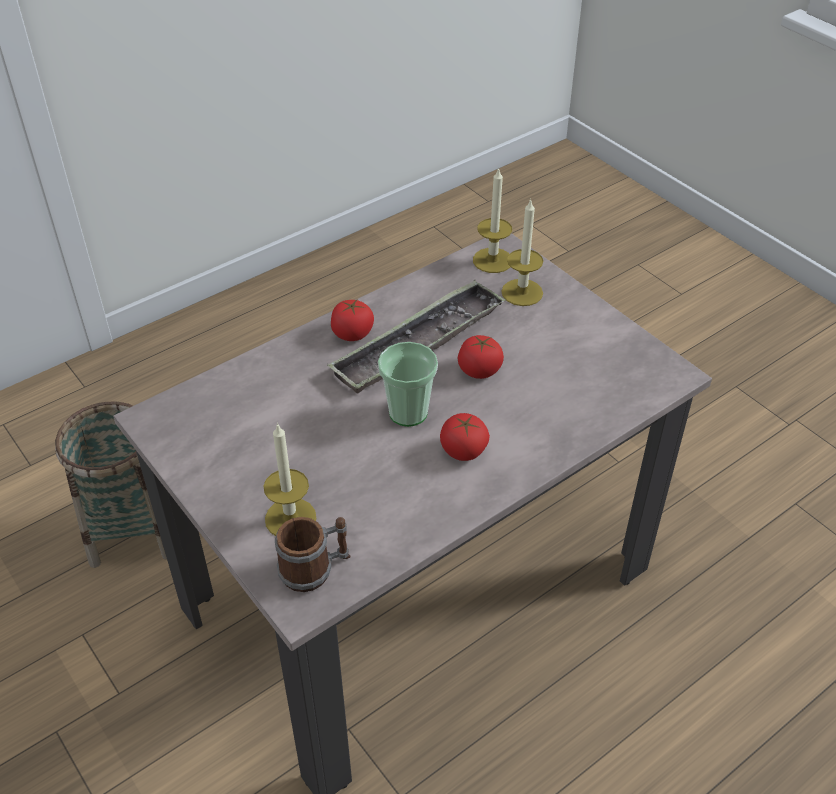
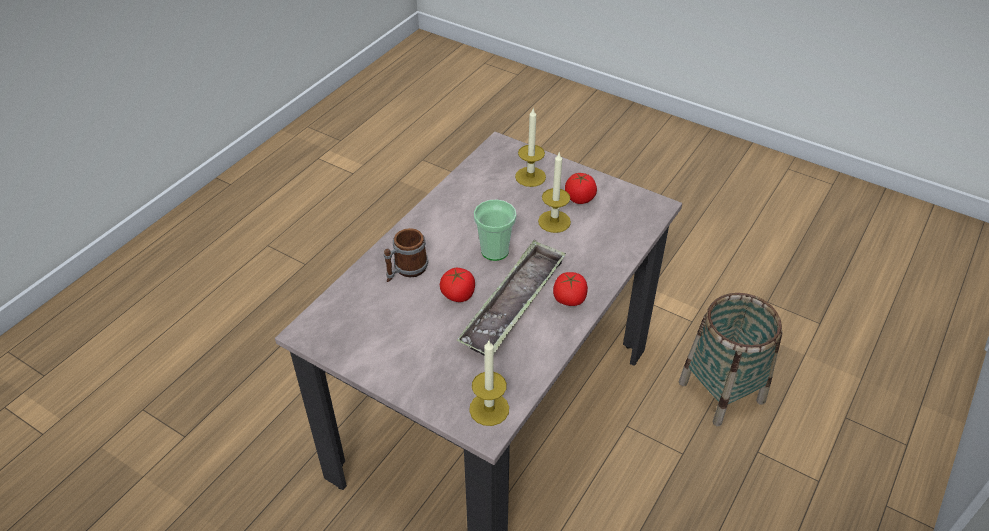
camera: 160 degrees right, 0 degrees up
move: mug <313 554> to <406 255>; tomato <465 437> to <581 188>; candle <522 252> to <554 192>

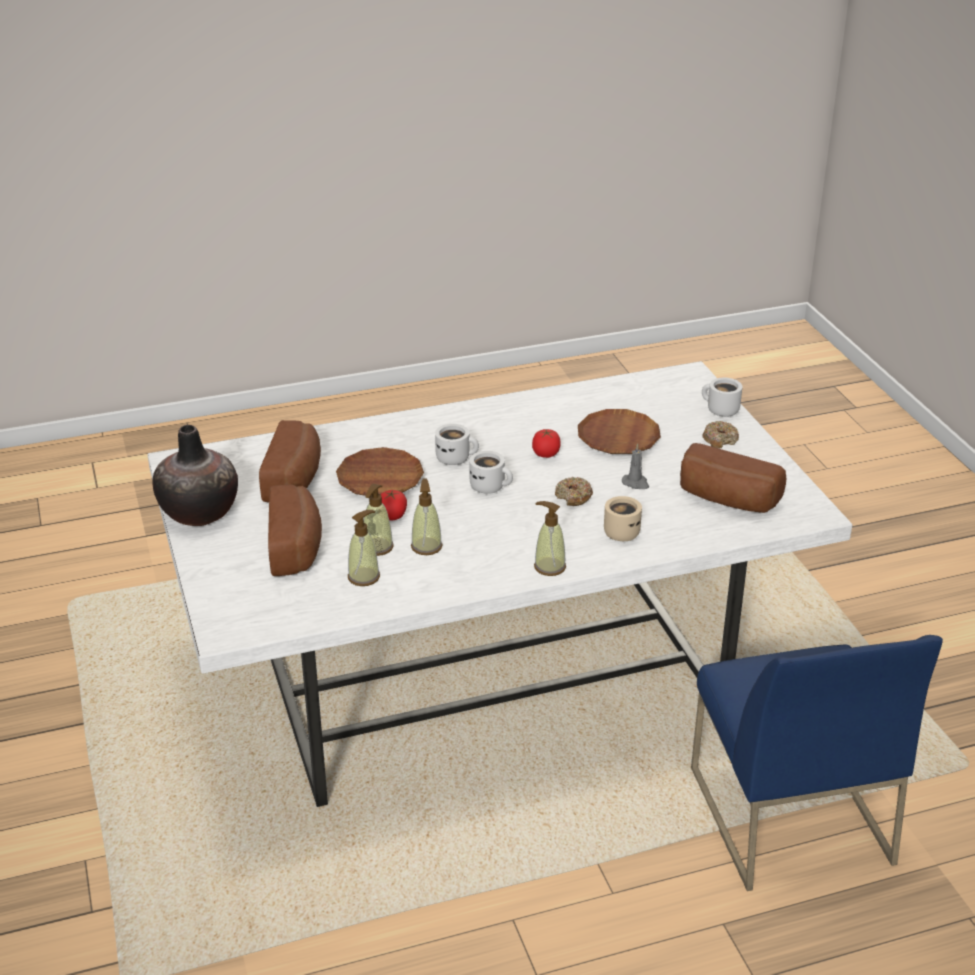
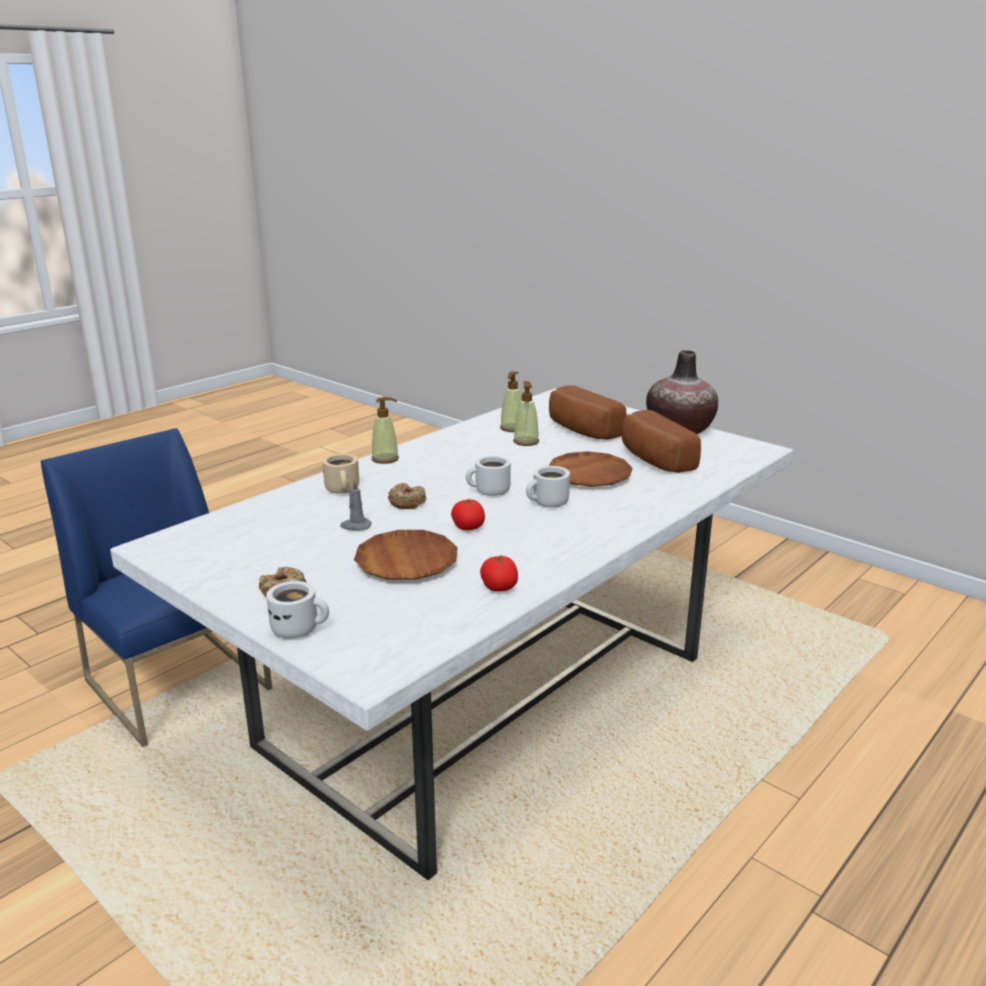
camera: 150 degrees right, 10 degrees down
delete: soap_dispenser <427 516>; bread <733 478>
move: tomato <394 505> to <499 573>

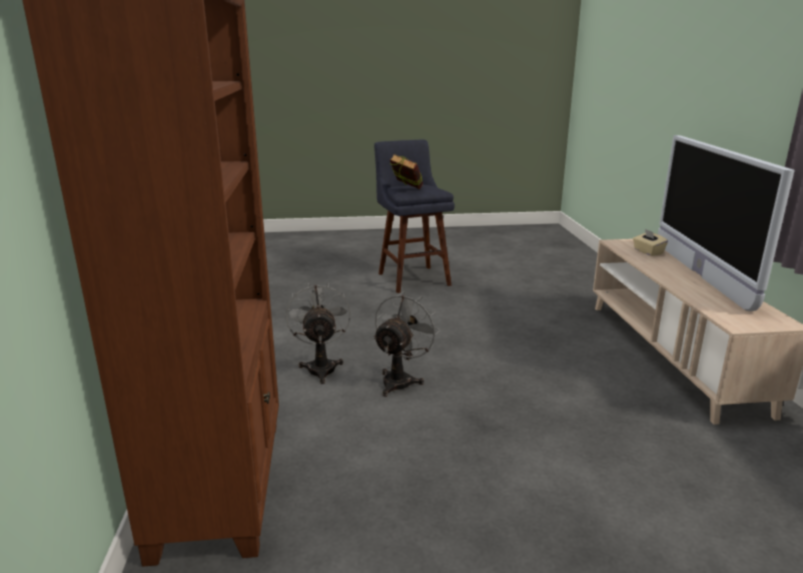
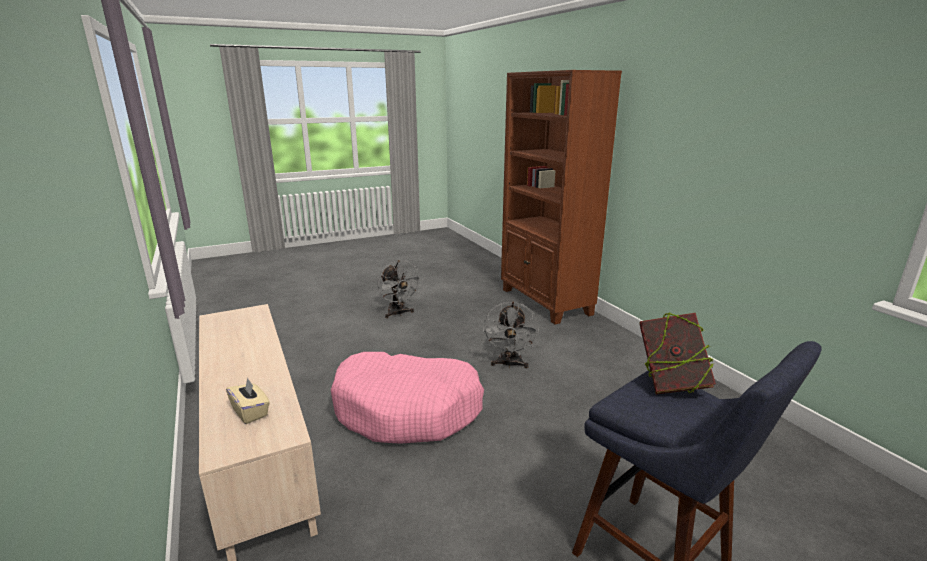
camera: 160 degrees right, 0 degrees up
delete: television <726 223>
insert: pink_dog_bed <407 398>
move: grey_fan <318 333> to <400 289>

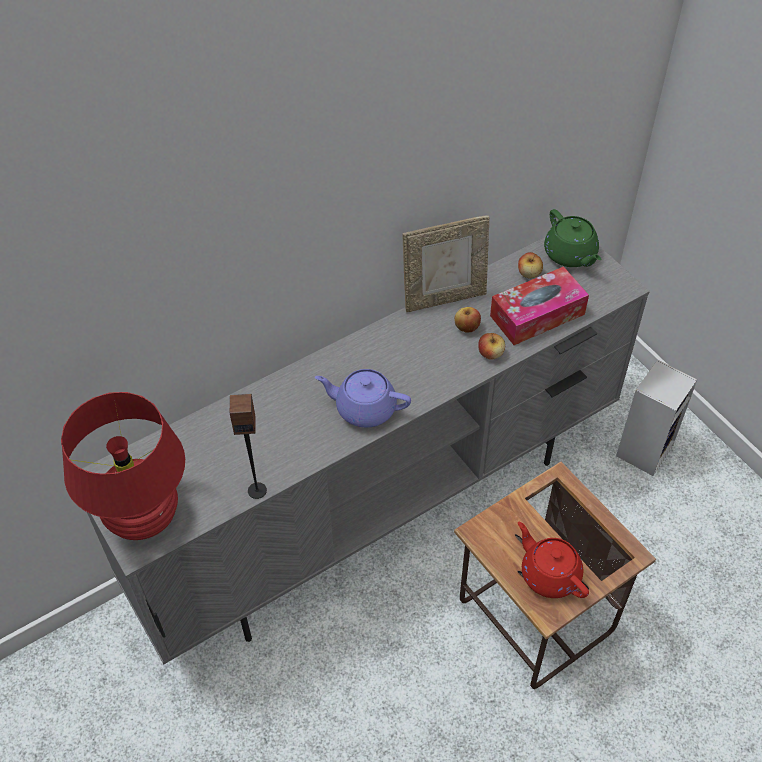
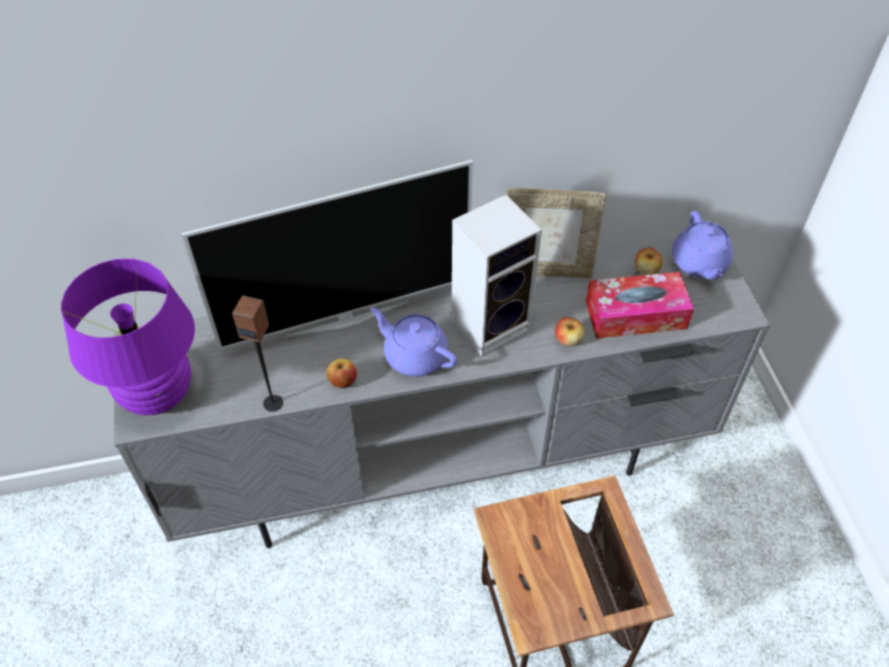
camera: 20 degrees right, 0 degrees up
delete: red_teapot <553 560>
insert: television <327 255>
move: apple <467 319> to <342 373>; speaker <657 418> to <496 275>
recolor: red_table_lamp <123 466> to purple_table_lamp <128 337>; green_teapot <572 238> to purple_teapot <702 245>

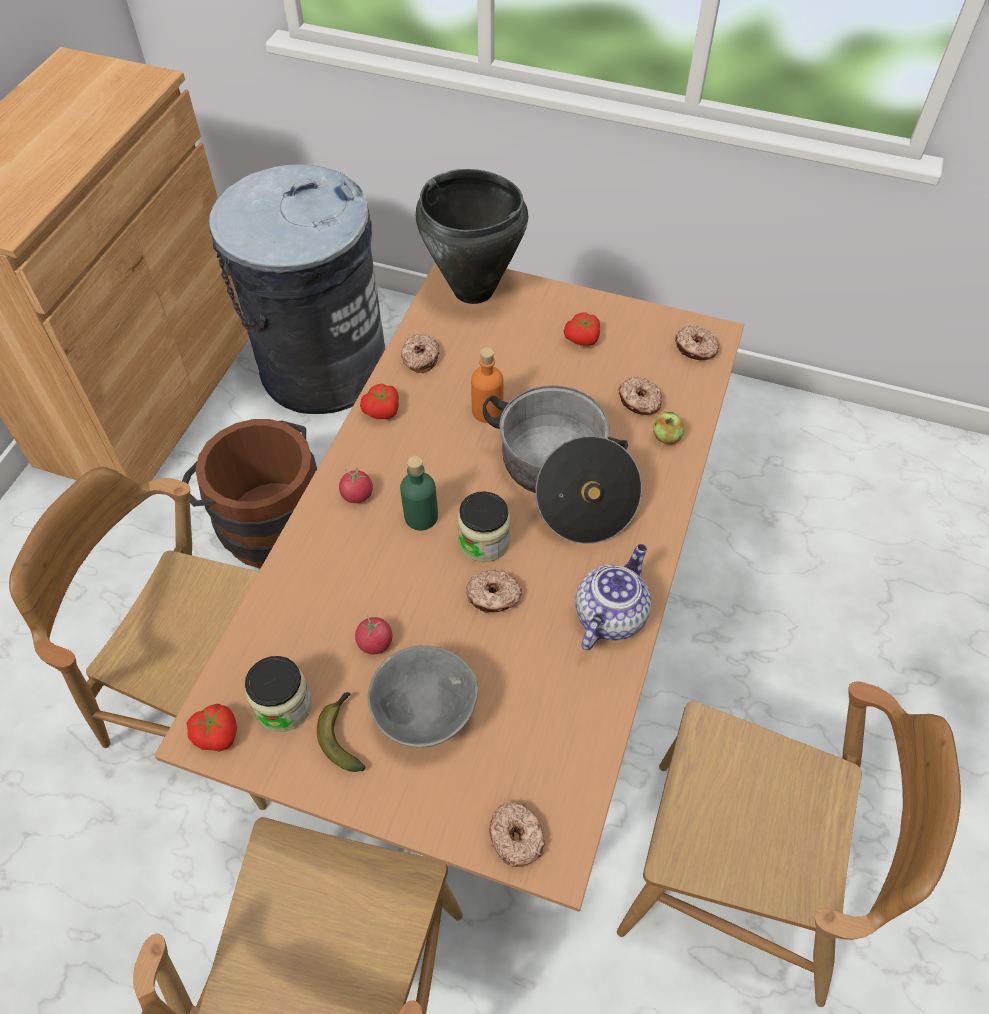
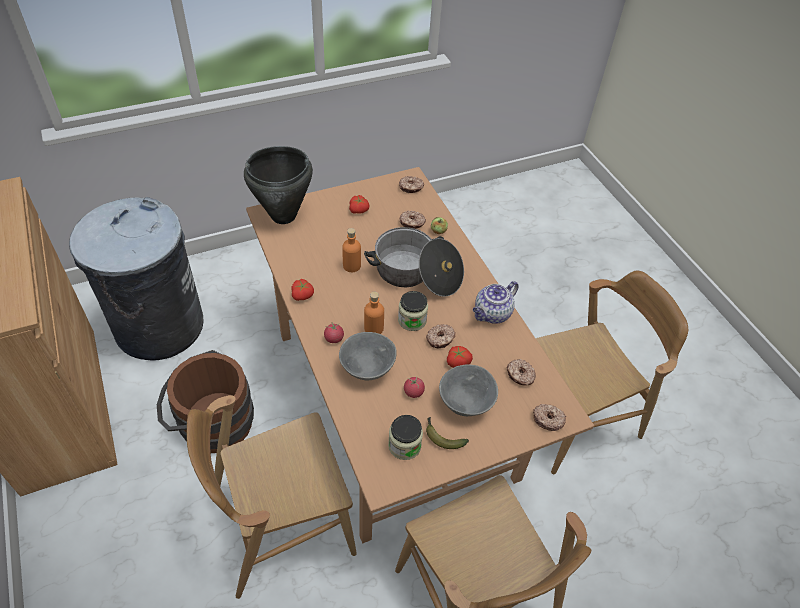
camera: 45 degrees left, 5 degrees down
insert: grey_bowl <368 356>
move: tomato <211 728> to <460 357>; donut <420 353> to <521 372>
recolor: green_bottle <419 493> to orange_bottle <374 312>
rotate: teapot <613 597> = <496 302> 120 degrees counterclockwise

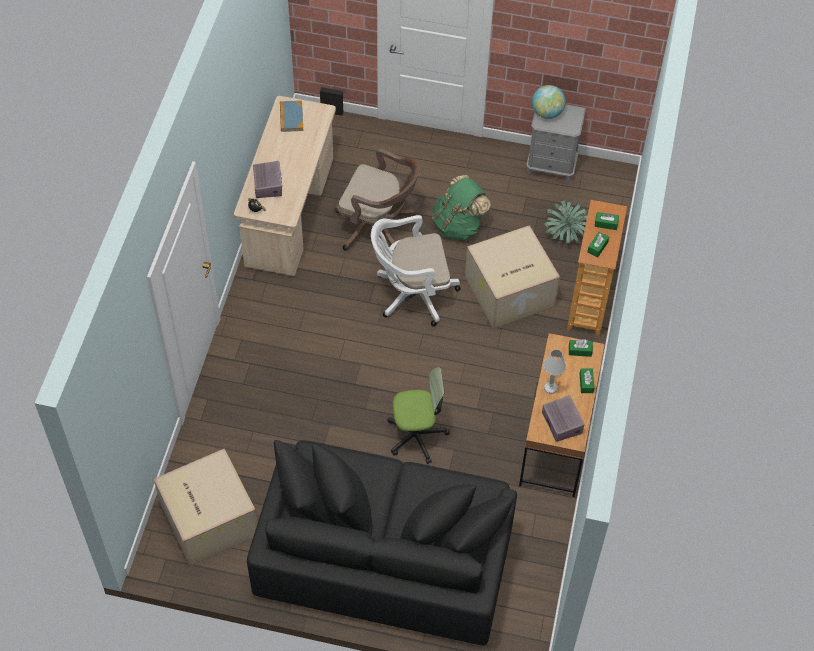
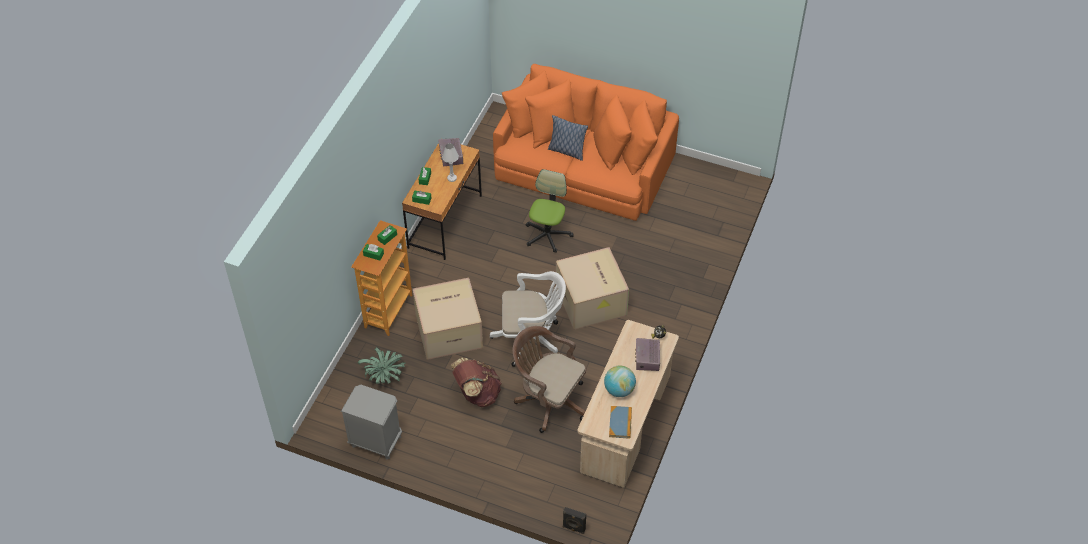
camera: 170 degrees left, 5 degrees down
insert: pillow <568 138>
move: cardboard_box <206 507> to <592 288>; globe <549 102> to <620 381>
recolor: black_sofa <382 542> to orange_sofa <586 142>; green_backpack <461 207> to brown_backpack <476 382>
rotate: office_chair <418 415> = <549 210> 105 degrees clockwise

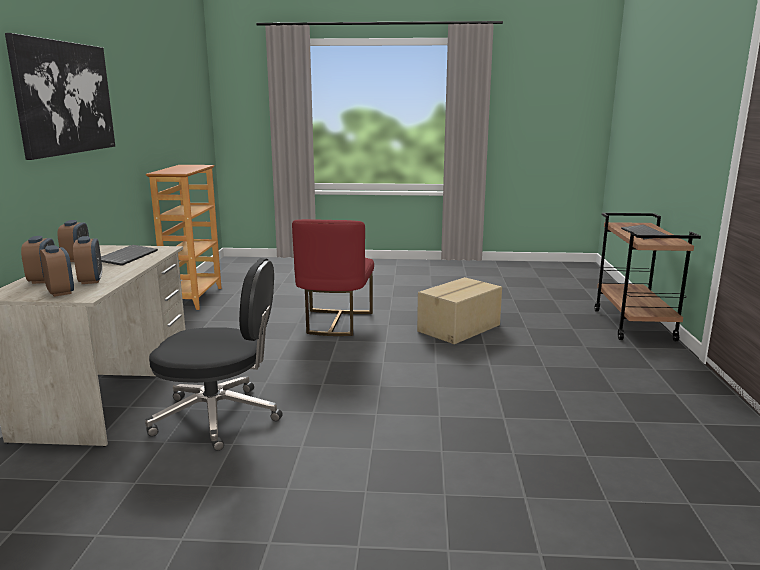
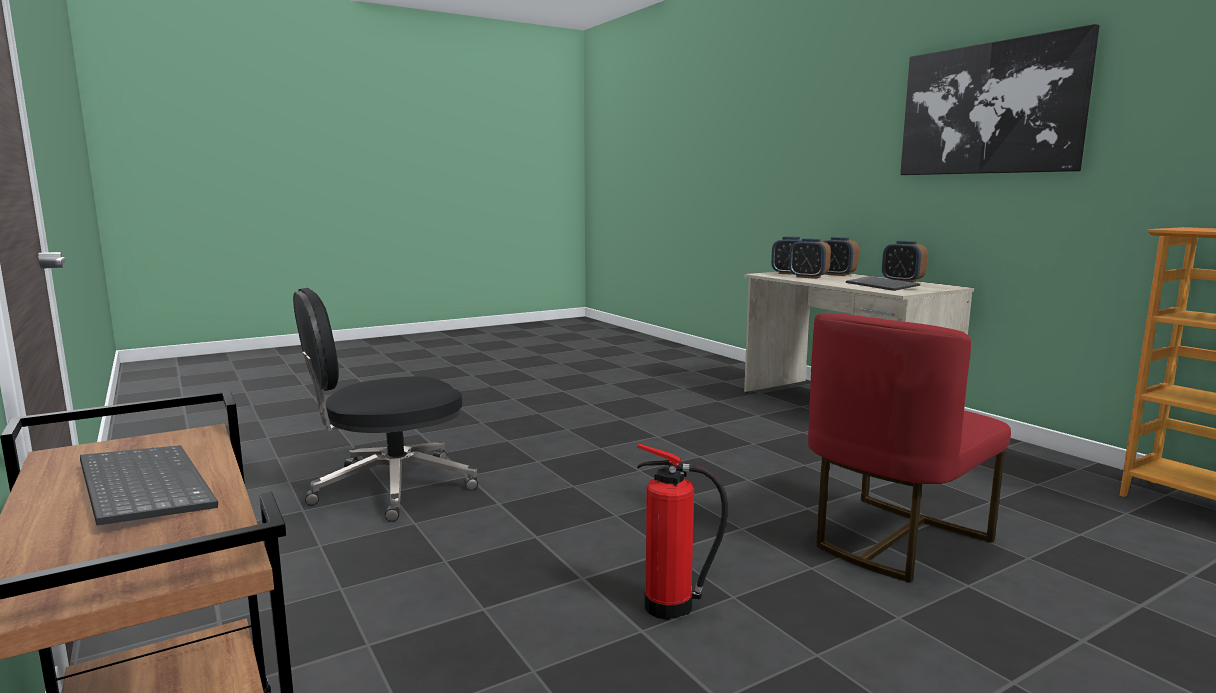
camera: 145 degrees right, 5 degrees down
move: black_office_chair <214 354> to <385 405>
replace: cardboard_box <459 310> to fire_extinguisher <682 532>
rotate: red_chair <333 277> = <909 448> 105 degrees counterclockwise

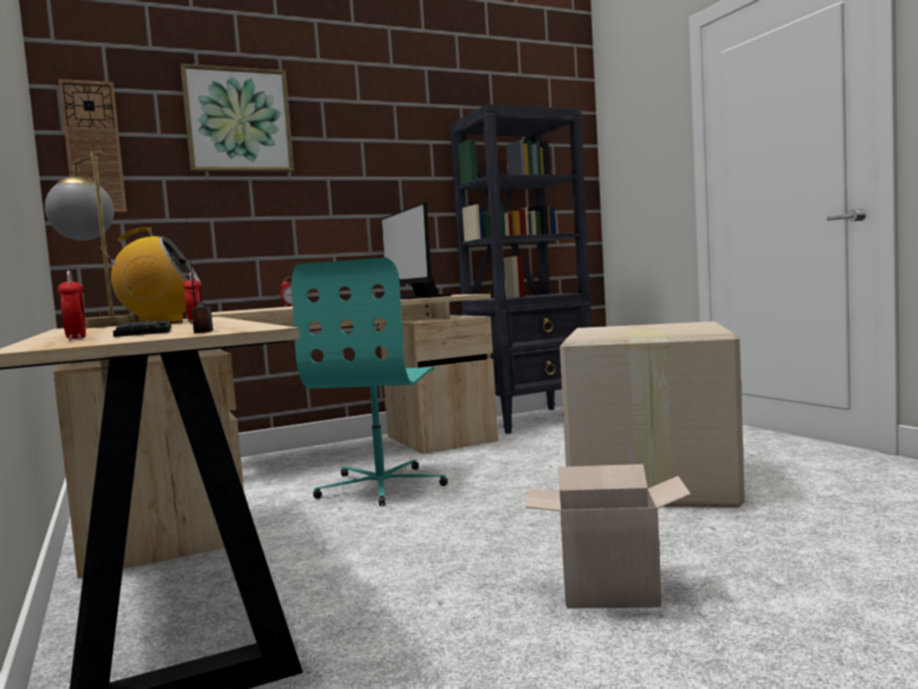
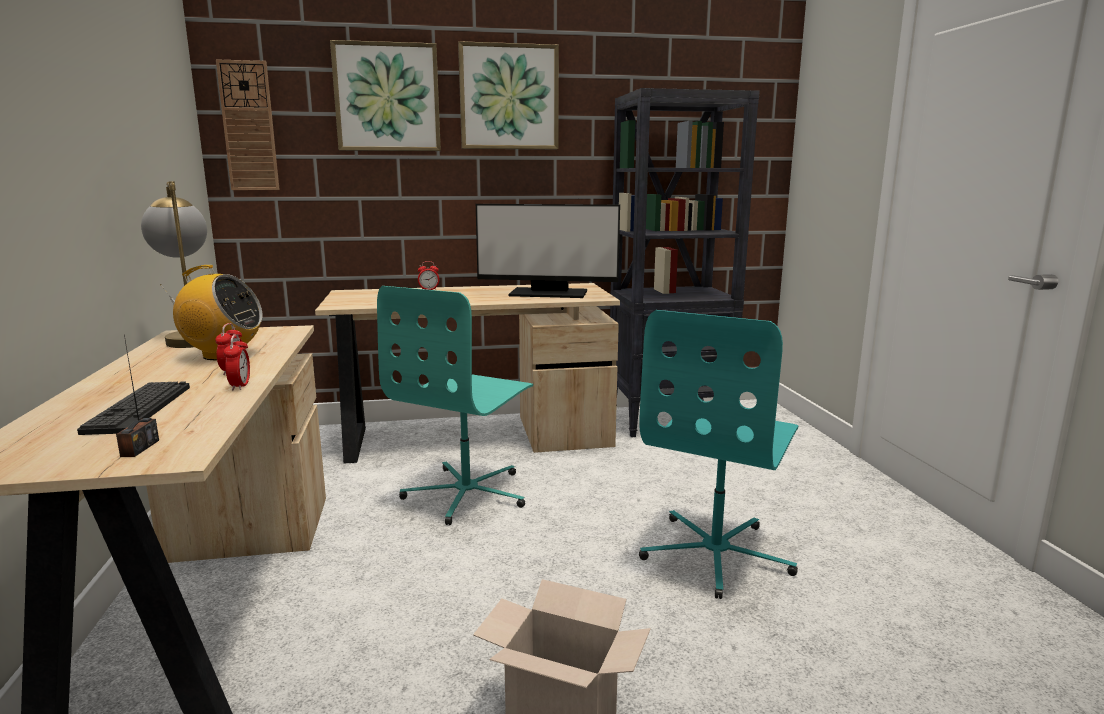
camera: 15 degrees right, 10 degrees up
insert: picture <508 95>
move: alarm_clock <71 305> to <237 362>
replace: cardboard_box <652 414> to turquoise_office_chair <718 454>
rotate: monitor <416 251> = <548 251> 75 degrees counterclockwise

